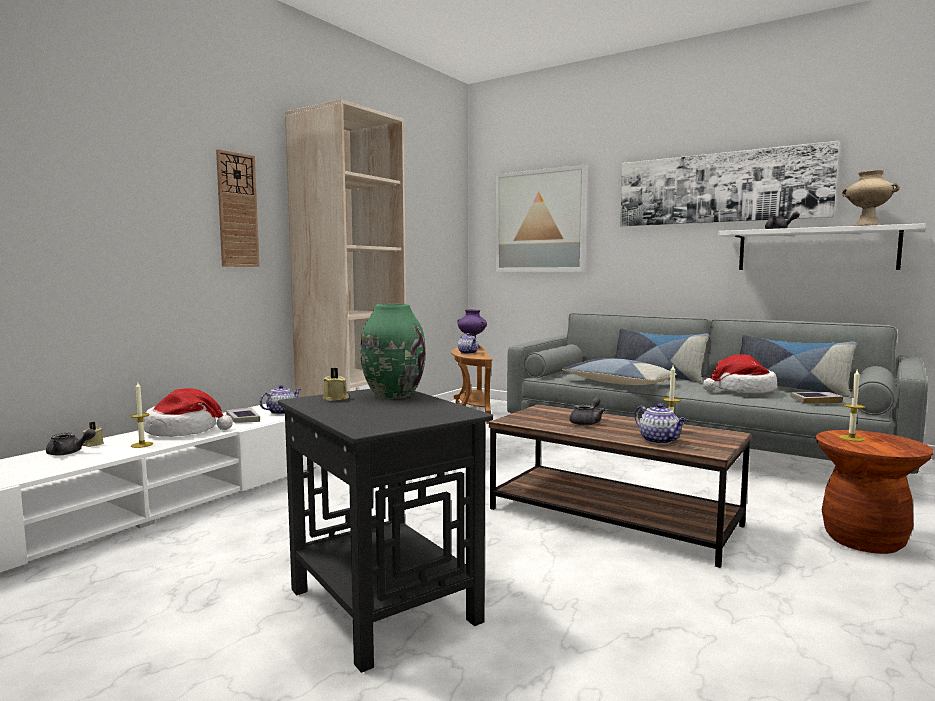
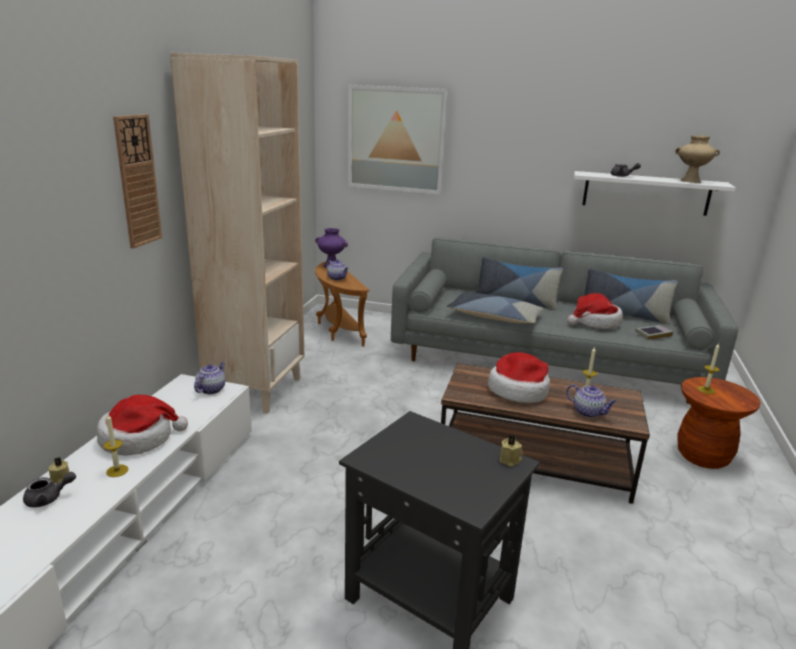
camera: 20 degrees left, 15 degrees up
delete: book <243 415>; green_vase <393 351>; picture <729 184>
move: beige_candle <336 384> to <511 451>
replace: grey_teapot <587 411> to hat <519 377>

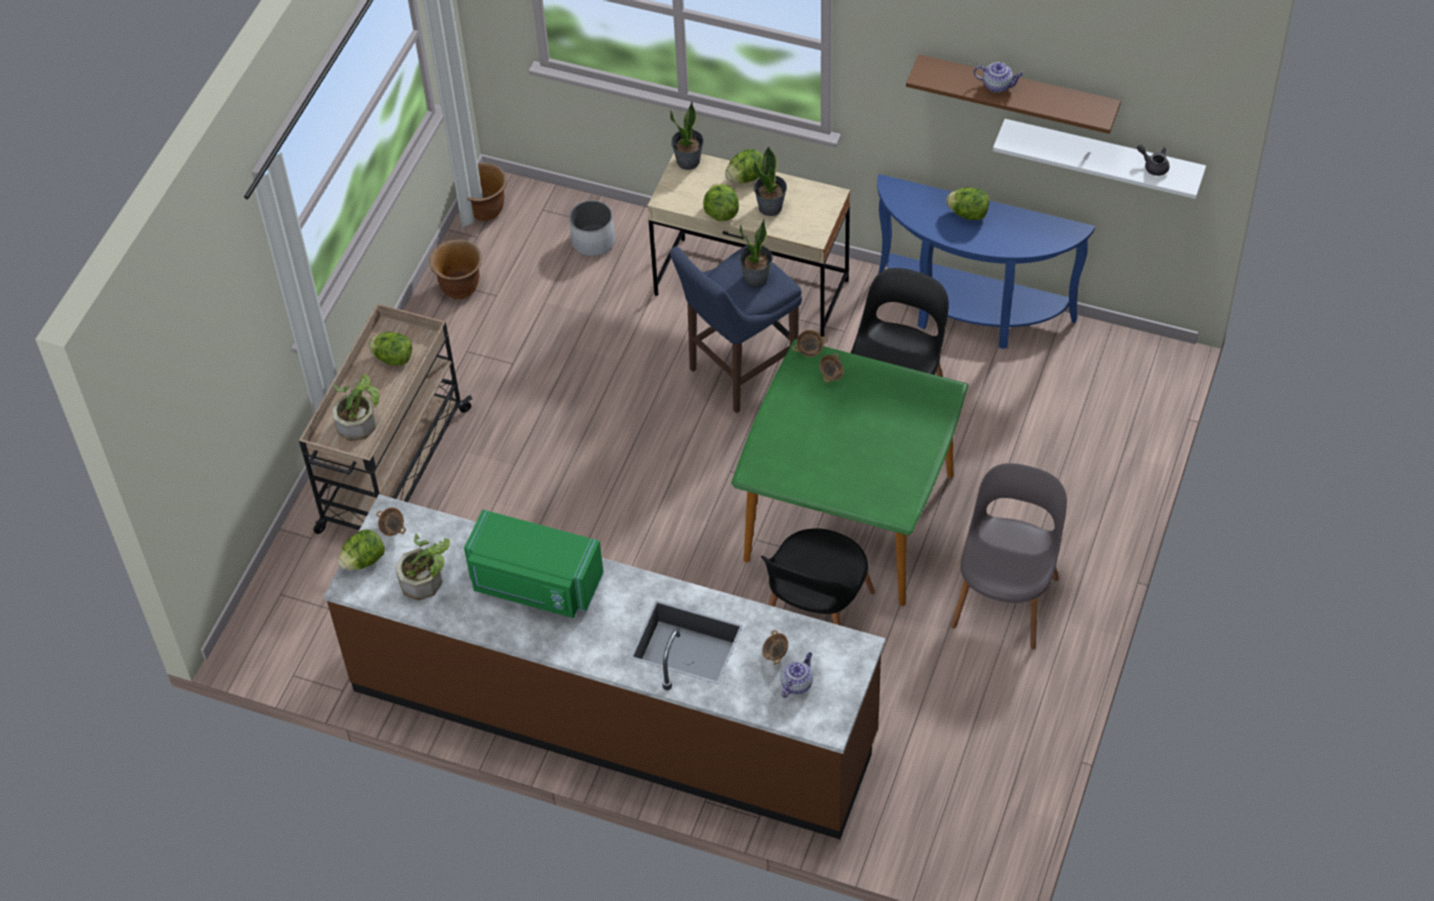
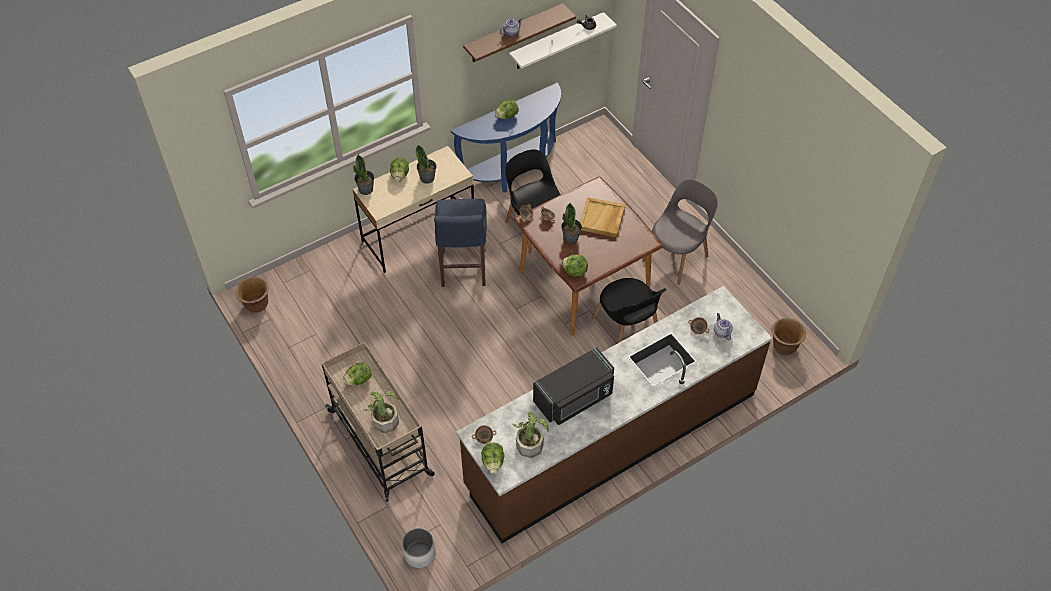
camera: 55 degrees left, 0 degrees up
insert: beige_tray <602 217>
move: brown_planter <455 269> to <789 336>; white_planter <592 228> to <419 548>; lettuce <721 202> to <575 265>; potted_plant <756 253> to <571 223>
recolor: green_microwave <534 564> to black_microwave <573 386>; green_dining_table <849 472> to brown_dining_table <588 256>
rotate: grey_chair <1009 556> = <680 232> 75 degrees clockwise

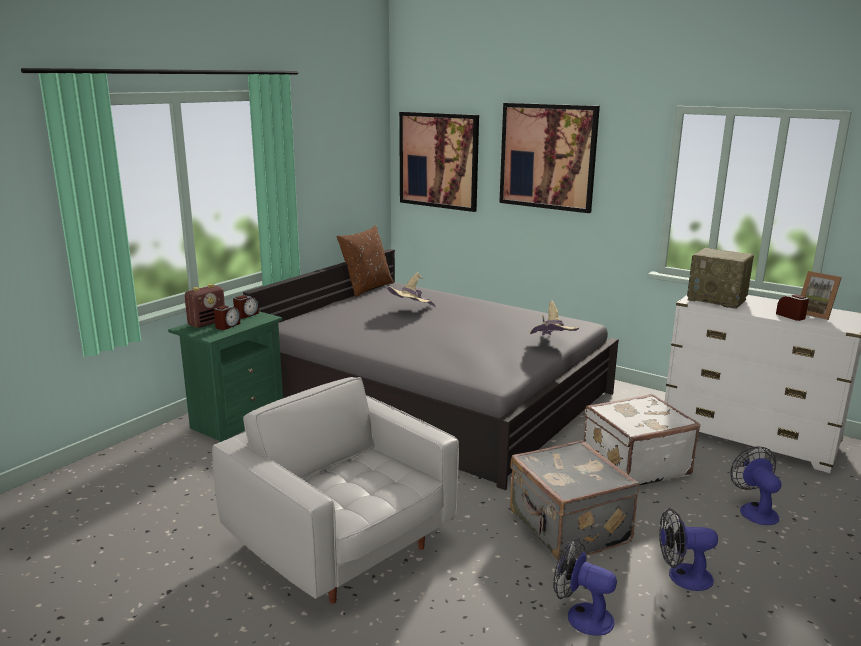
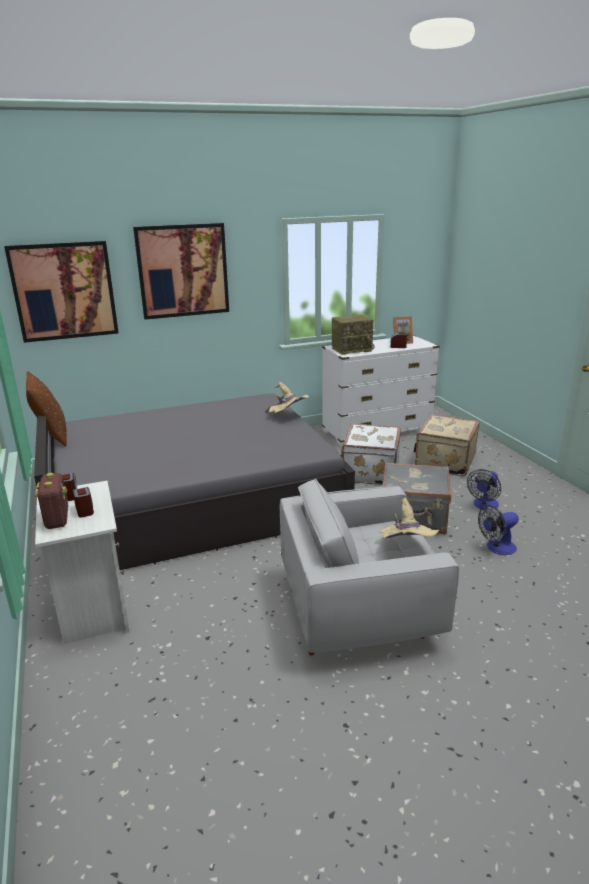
camera: 55 degrees left, 5 degrees up
move: beige_hat <411 289> to <409 518>
replace: fan <755 485> to beige_suitcase <447 445>
recolor: green_nightstand <225 376> to white_nightstand <82 562>

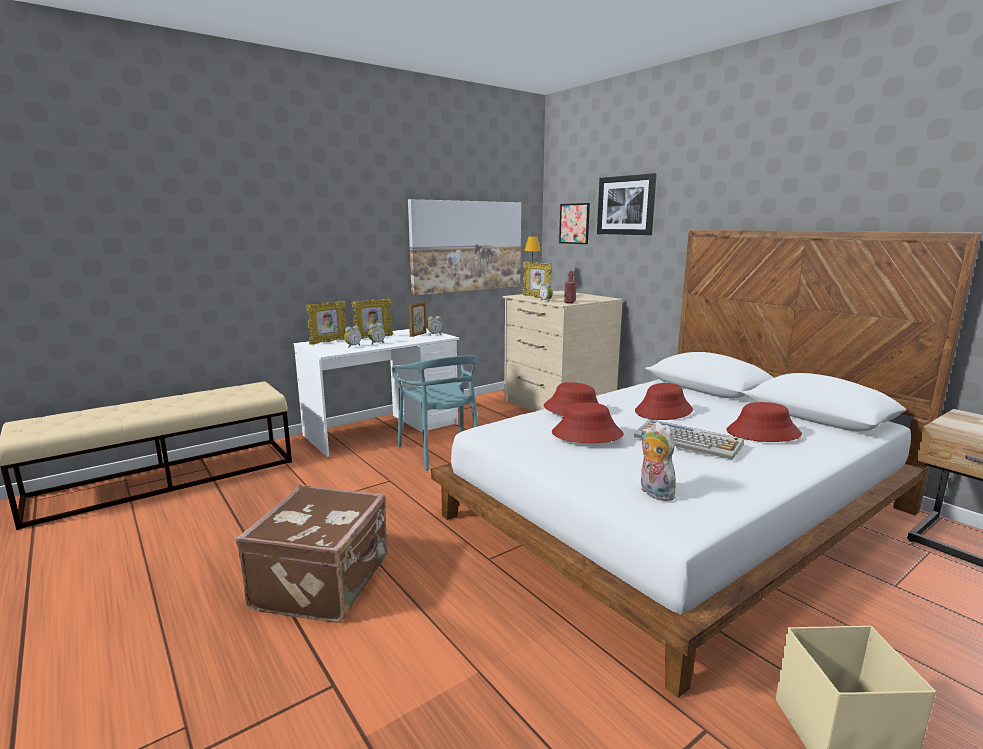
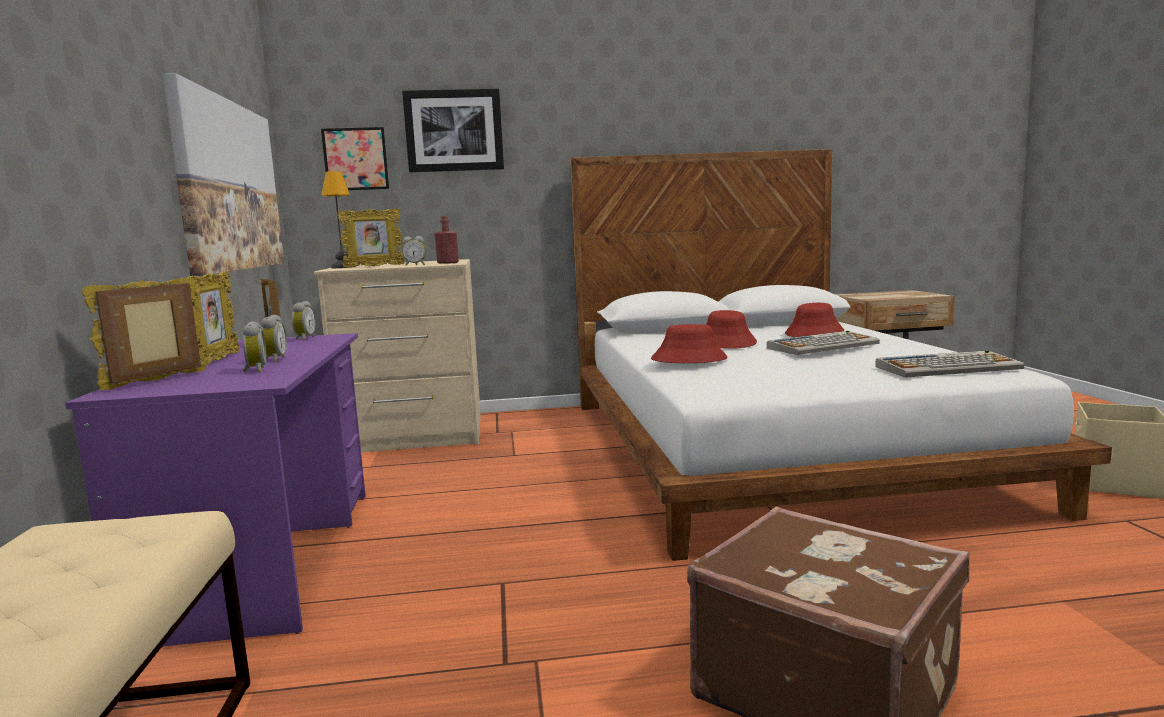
camera: 60 degrees left, 5 degrees down
delete: turquoise_chair <435 413>; red_hat <588 422>
replace: plush_toy <660 461> to keyboard <950 364>
recolor: white_desk <376 392> to purple_desk <215 490>
rotate: picture_frame <326 323> = <144 334> 135 degrees counterclockwise

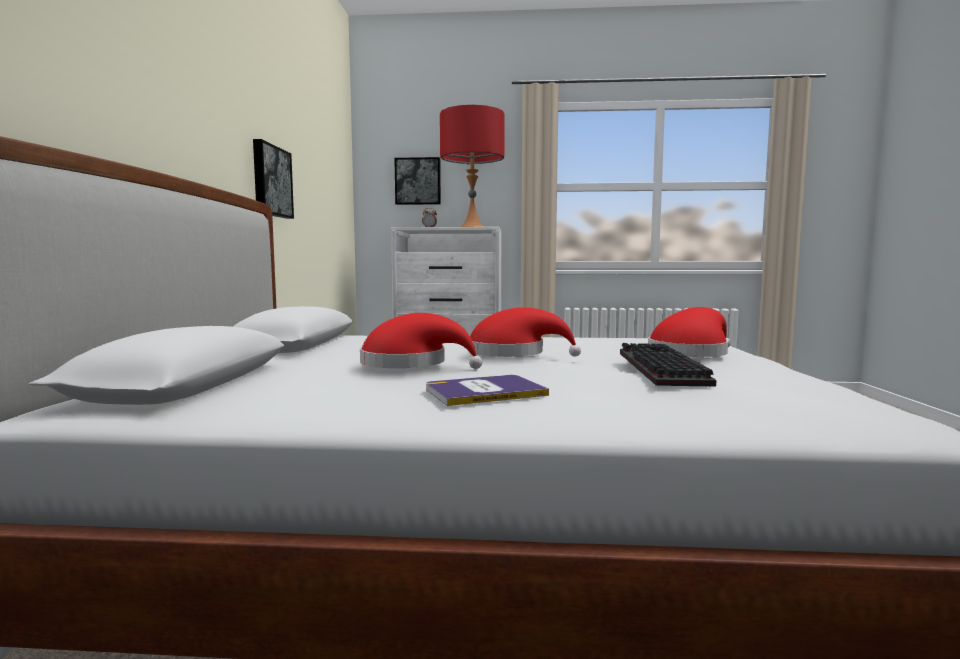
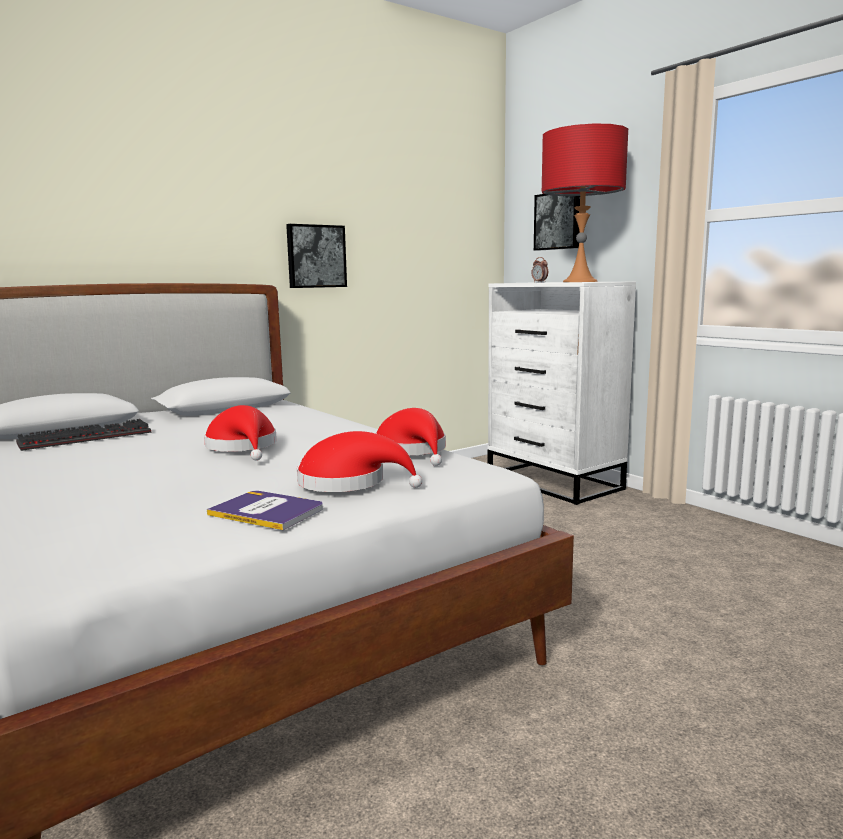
camera: 50 degrees right, 5 degrees up
move: red_hat <421 341> to <411 437>; book <487 390> to <265 510>; keyboard <668 365> to <83 435>

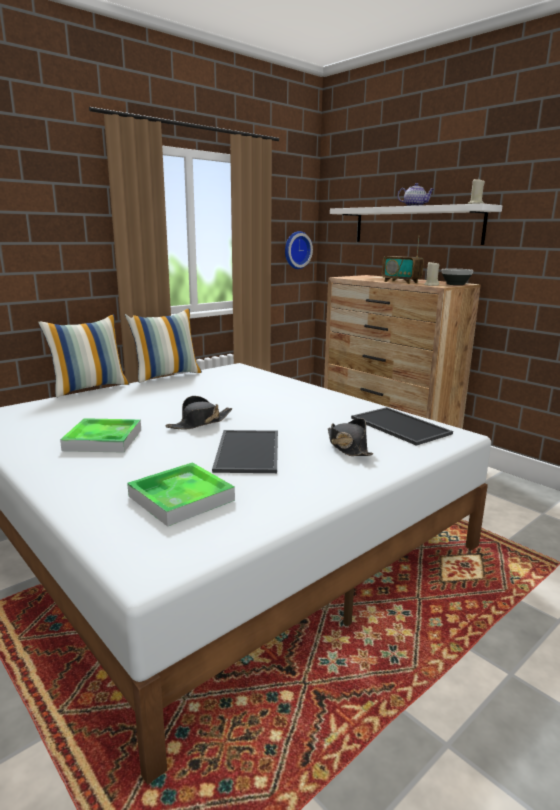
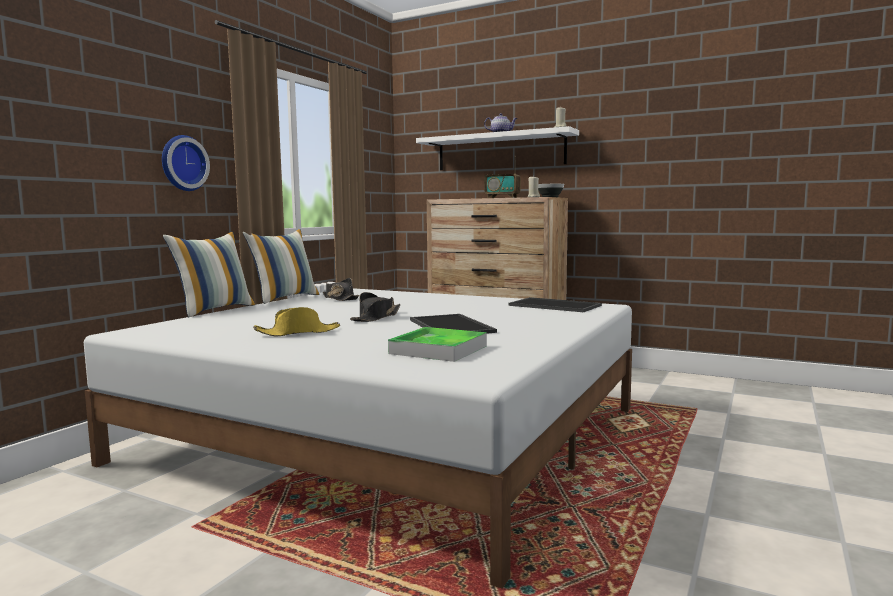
camera: 20 degrees left, 10 degrees down
move: wall_clock <299 250> to <186 163>; black_hat <350 437> to <341 289>
replace: tray <100 435> to yellow_hat <296 321>

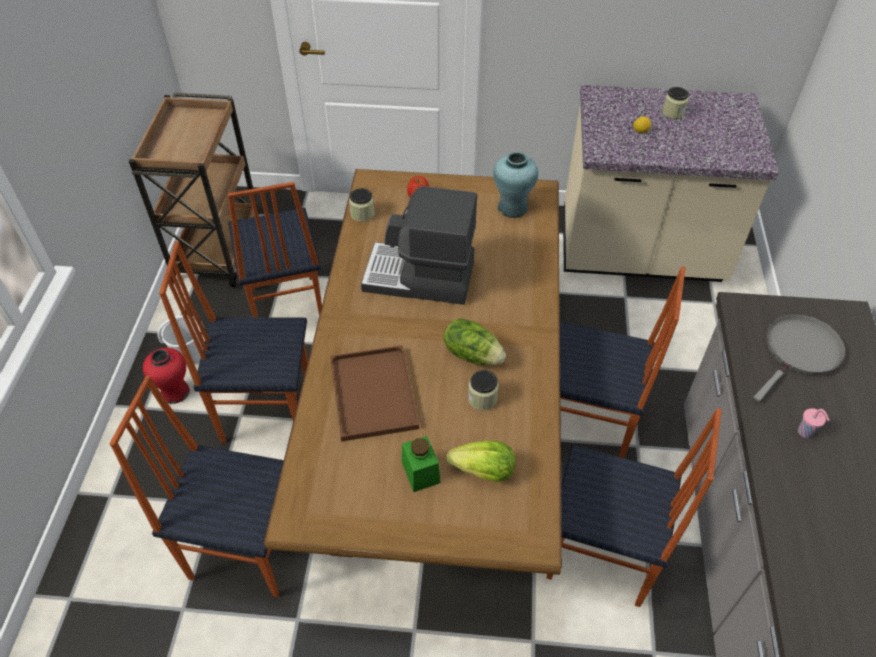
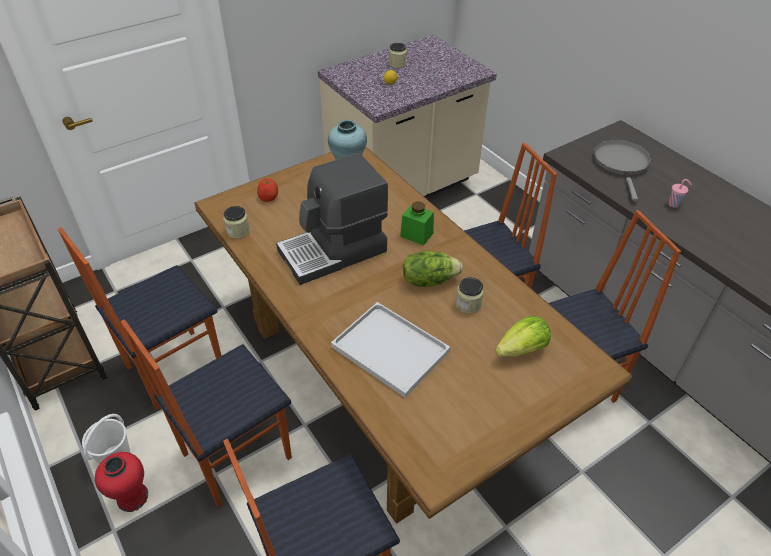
camera: 40 degrees left, 5 degrees down
move: green_jar <421 464> to <417 223>
recolor: brown_tray <374 393> to white_tray <390 349>
rotate: chair <275 249> = <139 318> 105 degrees clockwise

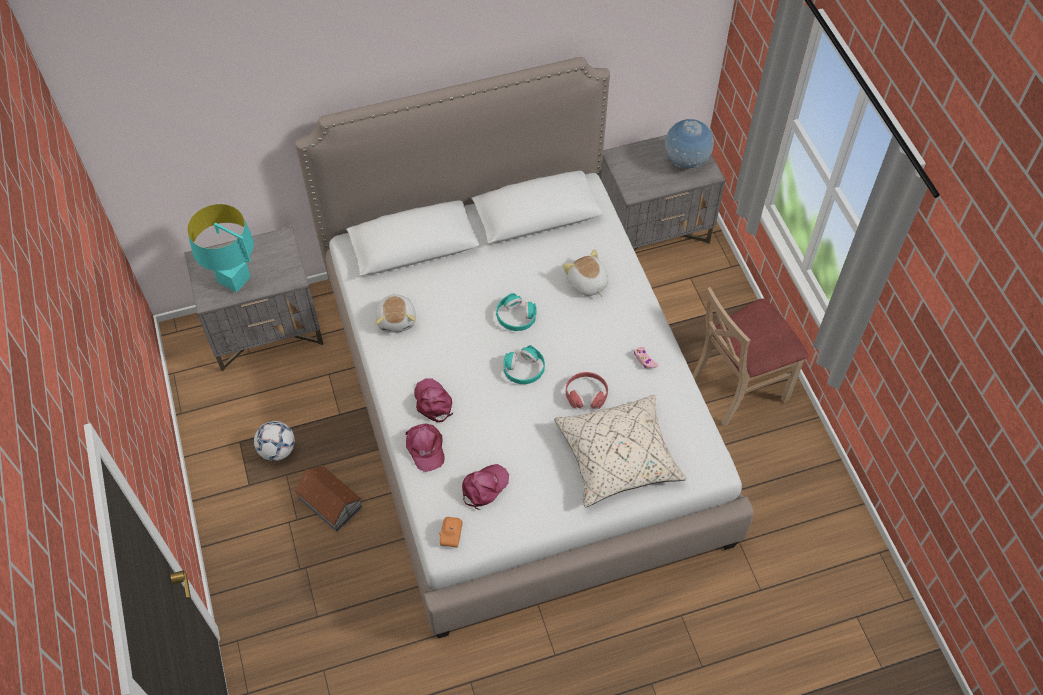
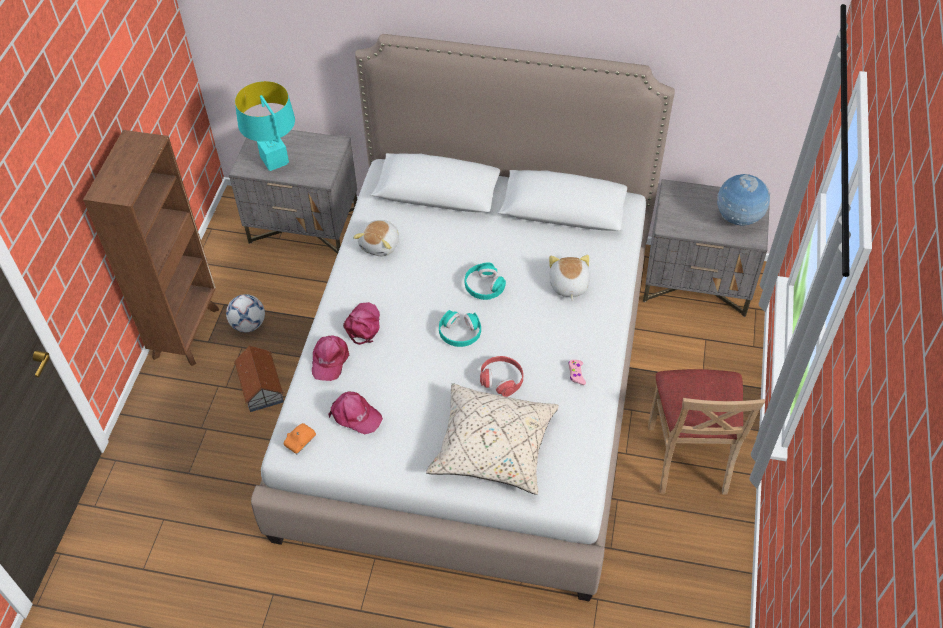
camera: 30 degrees right, 5 degrees down
insert: brown_bookcase <151 248>
rotate: pink_cap <485 487> = <355 412> 45 degrees clockwise; beige_chair <751 357> = <706 432> 90 degrees counterclockwise

